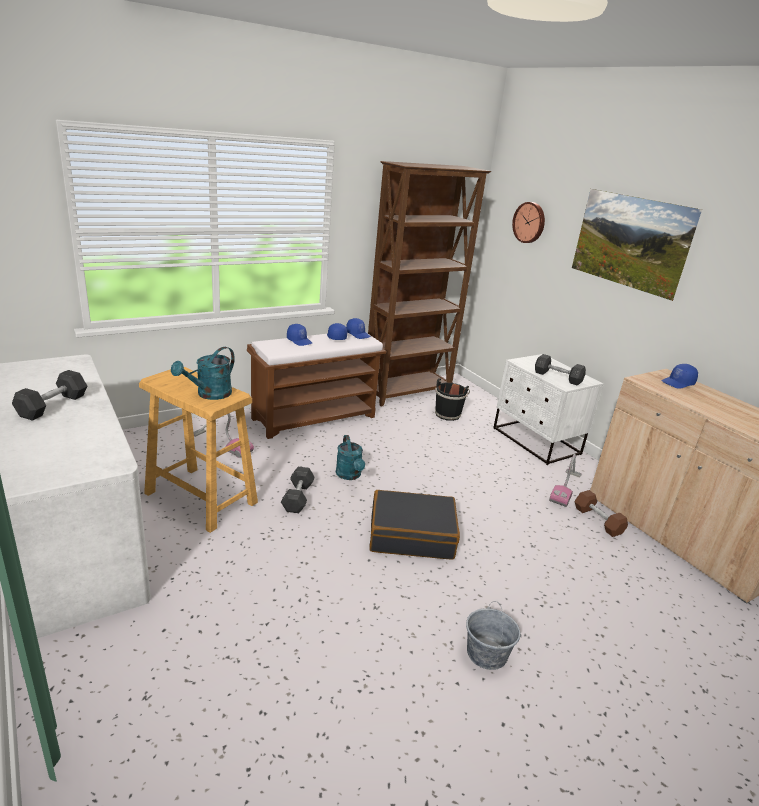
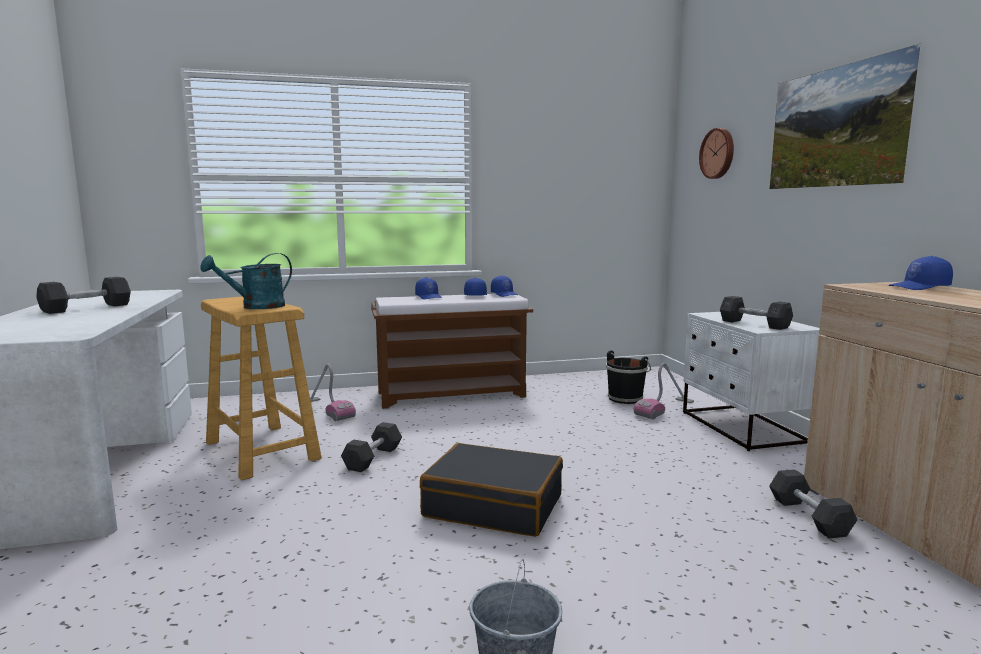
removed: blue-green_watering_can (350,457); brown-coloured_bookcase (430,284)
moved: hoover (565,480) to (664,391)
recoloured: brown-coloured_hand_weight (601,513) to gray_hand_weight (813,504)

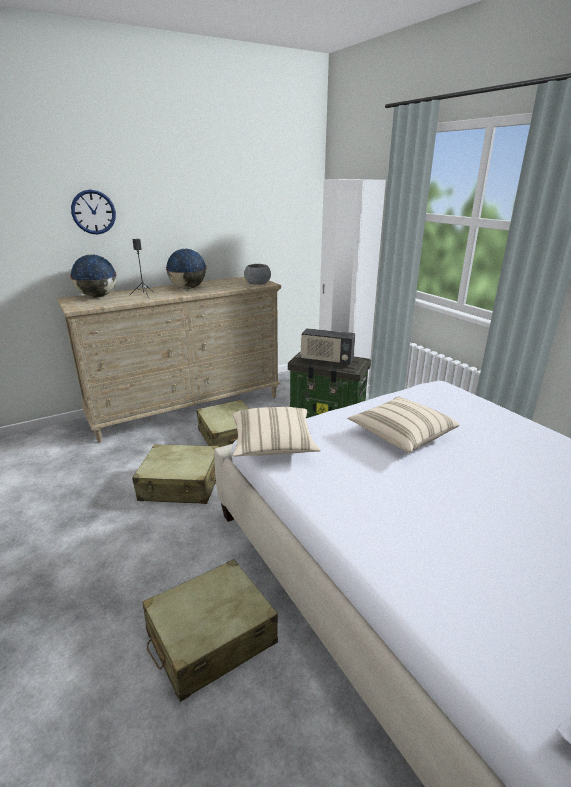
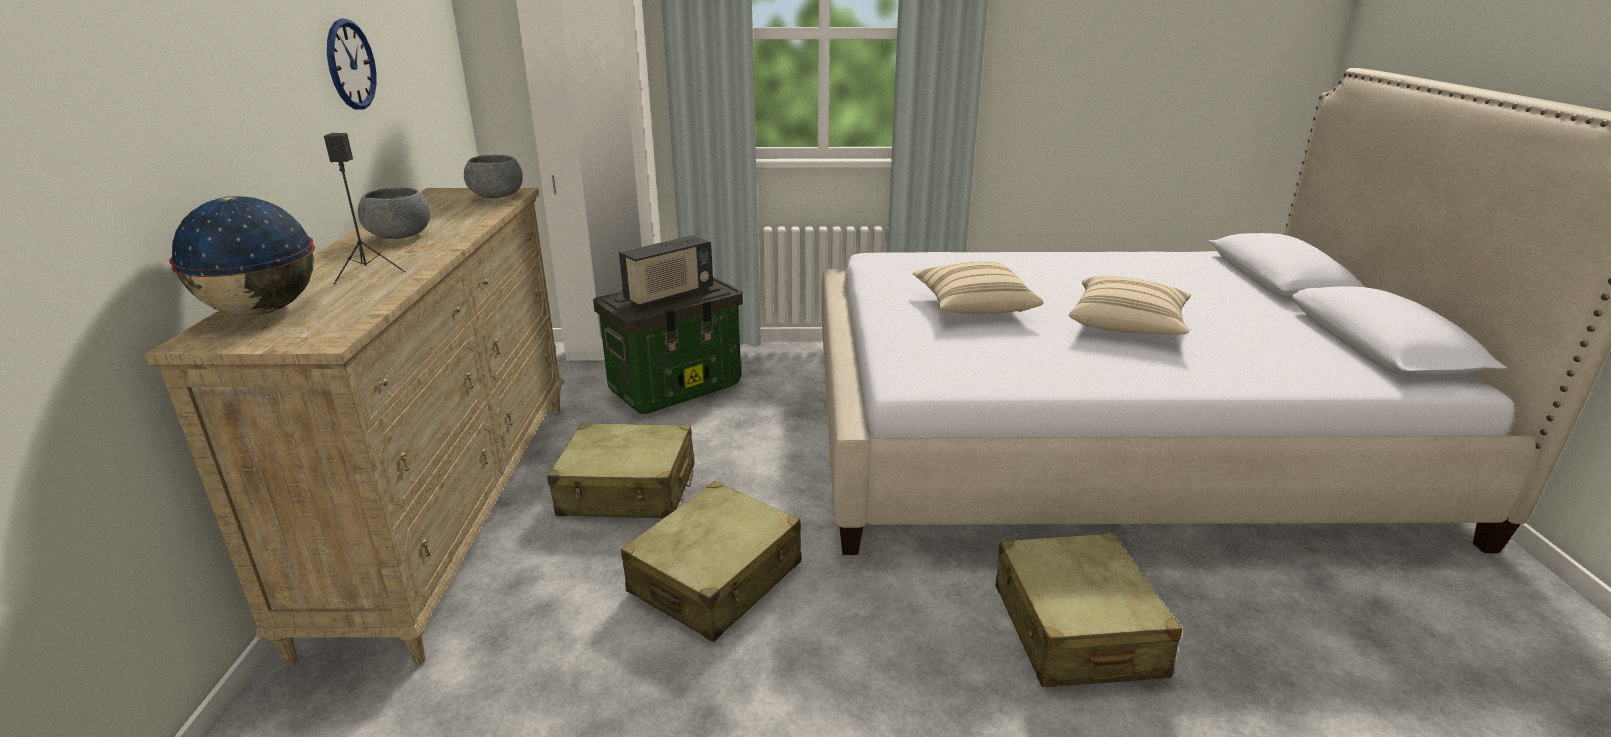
moved: hanging_clock (93,212) to (351,64); sand-coloured_cushion (276,432) to (1130,305)
replaced: world_globe (186,269) to gray_deep_dish (394,213)

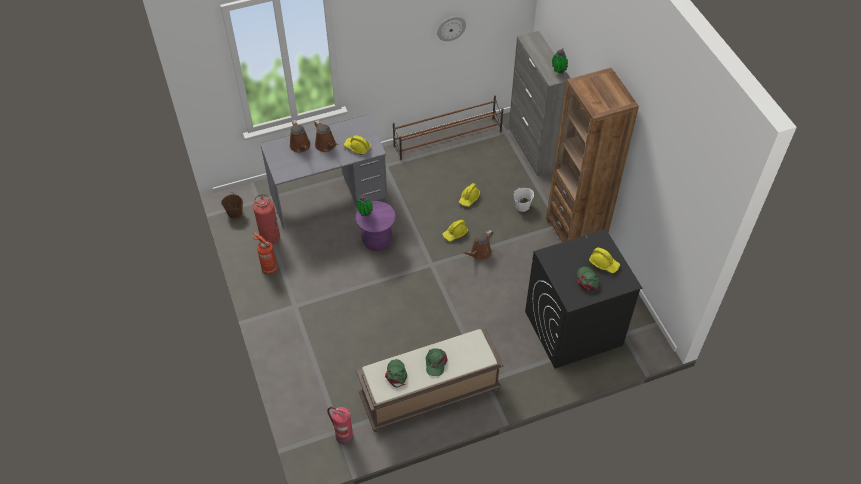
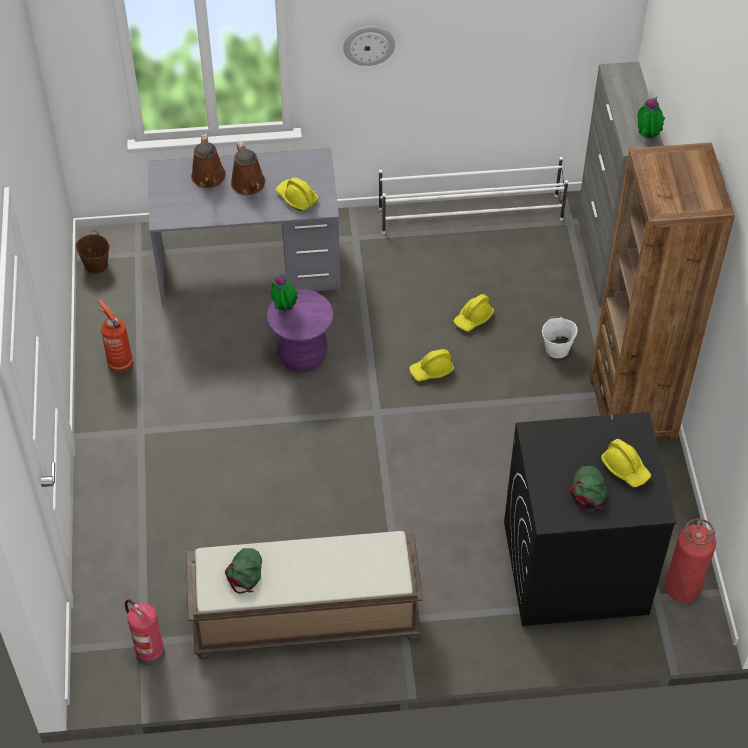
removed: greenish_baseball_cap (437,362); brown-coloured_watering_can (477,245)
moved: fire_extinguisher (266,219) to (690,560); hanging_clock (451,28) to (369,46)
recoloured: brown-coloured_shoe_stand (448,127) to white_shoe_stand (473,195)

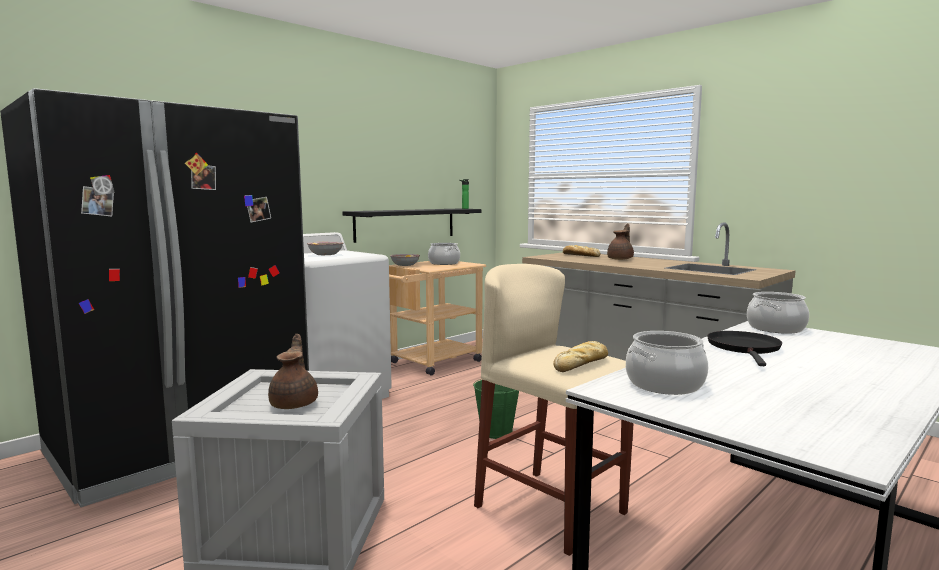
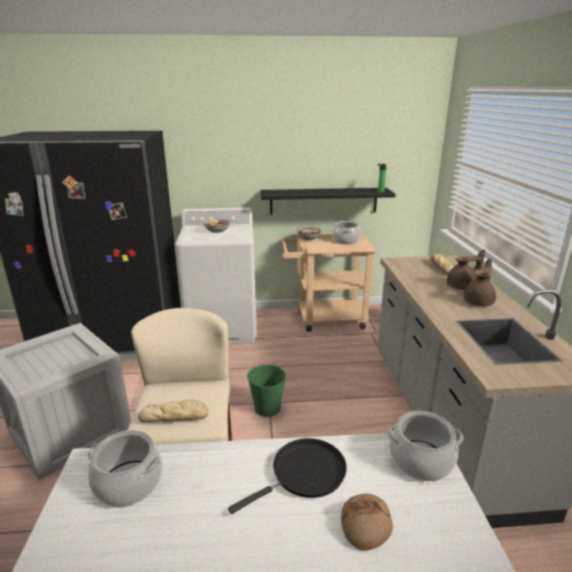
added: baked_bread (367,521)
moved: brown-coloured_tea_pot (293,371) to (479,282)

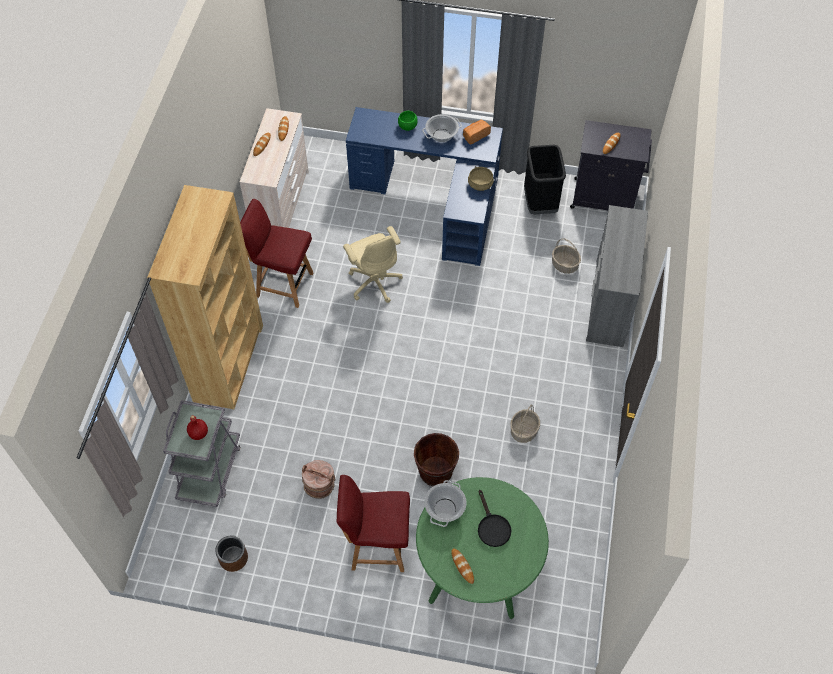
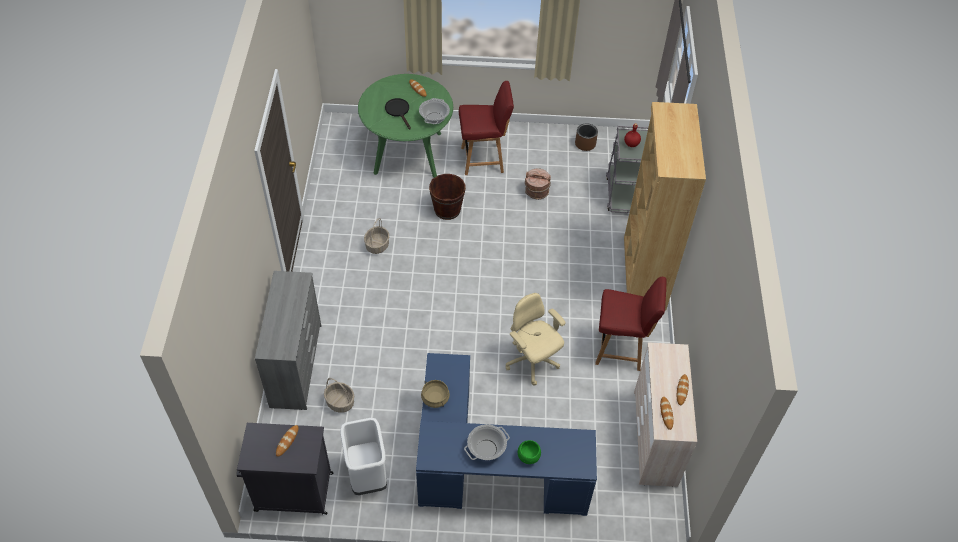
removed: baked_bread (477,132)
recoloured: blackish_rubbish_bin (545,180) to white_rubbish_bin (363,456)

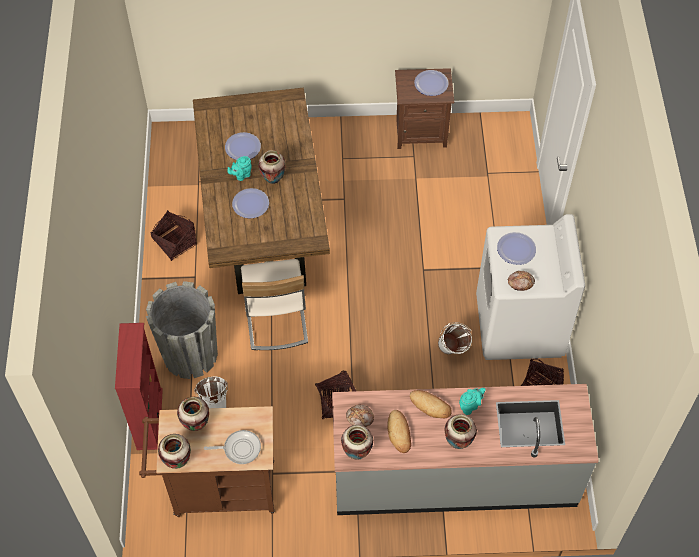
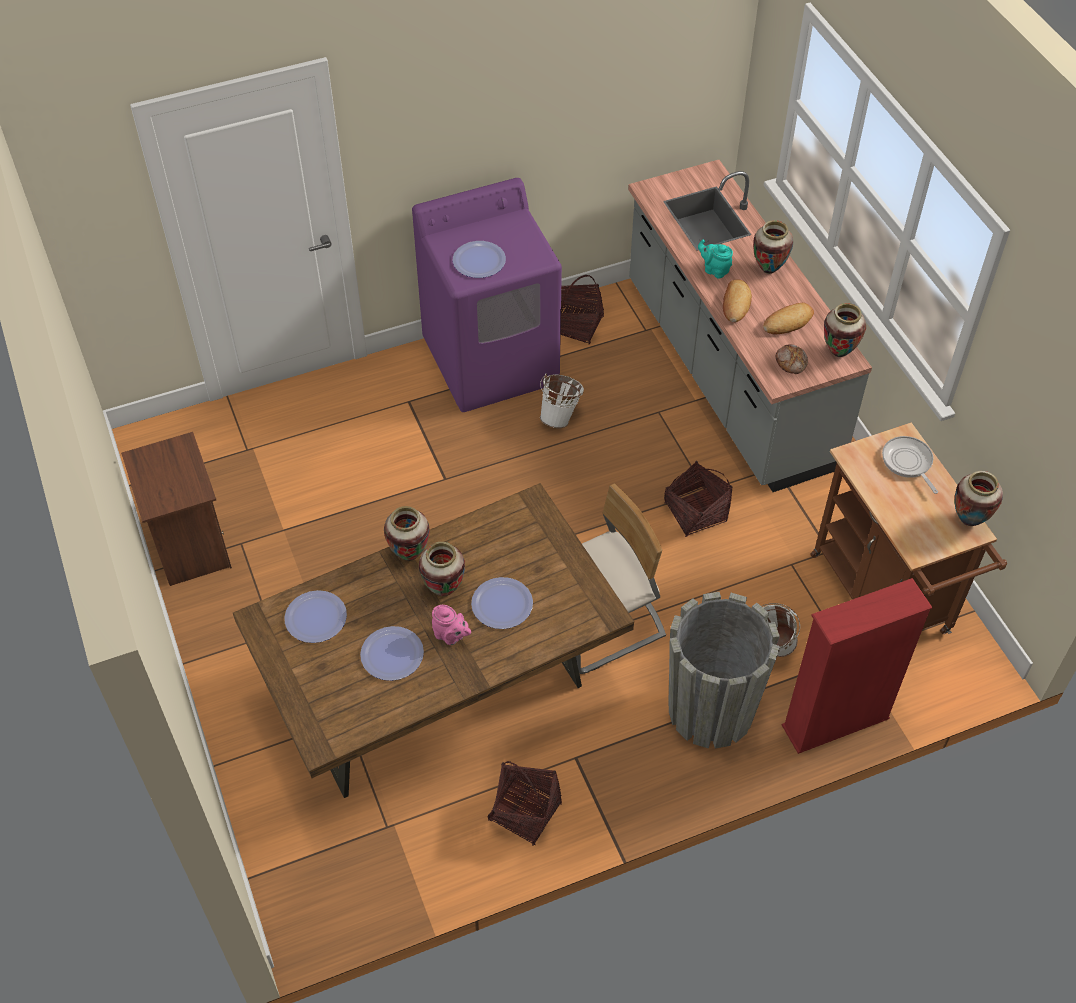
removed: baked_bread (521,281)
moved: flower_vase (193,414) to (407,533); plate (431,83) to (315,616)
recoloured: blue-green_tea_pot (240,168) to pinkish_tea_pot (451,625); white_laundry_appliance (530,287) to purple_laundry_appliance (487,295)

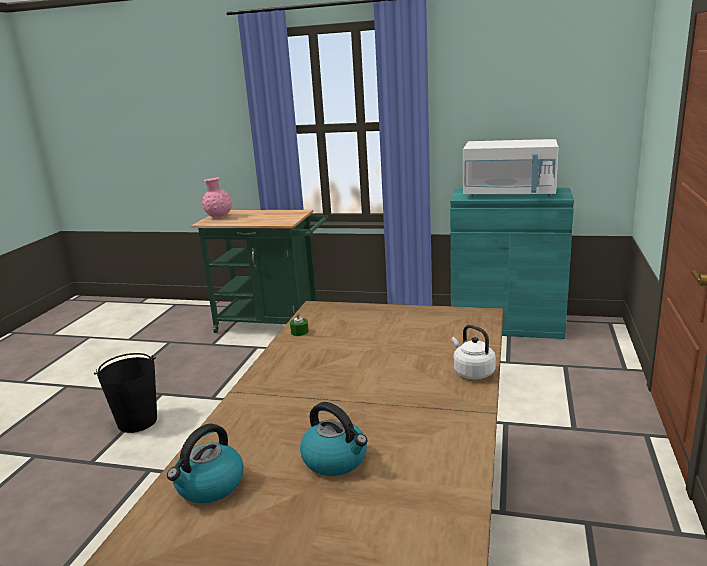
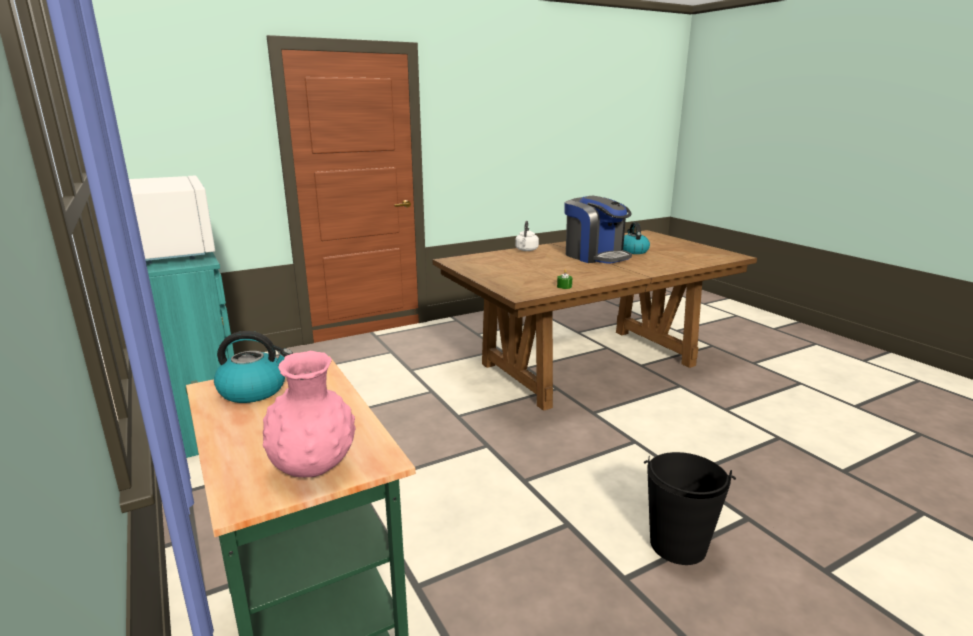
added: coffee_machine (598,230)
moved: tea_kettle (205,463) to (253,367)

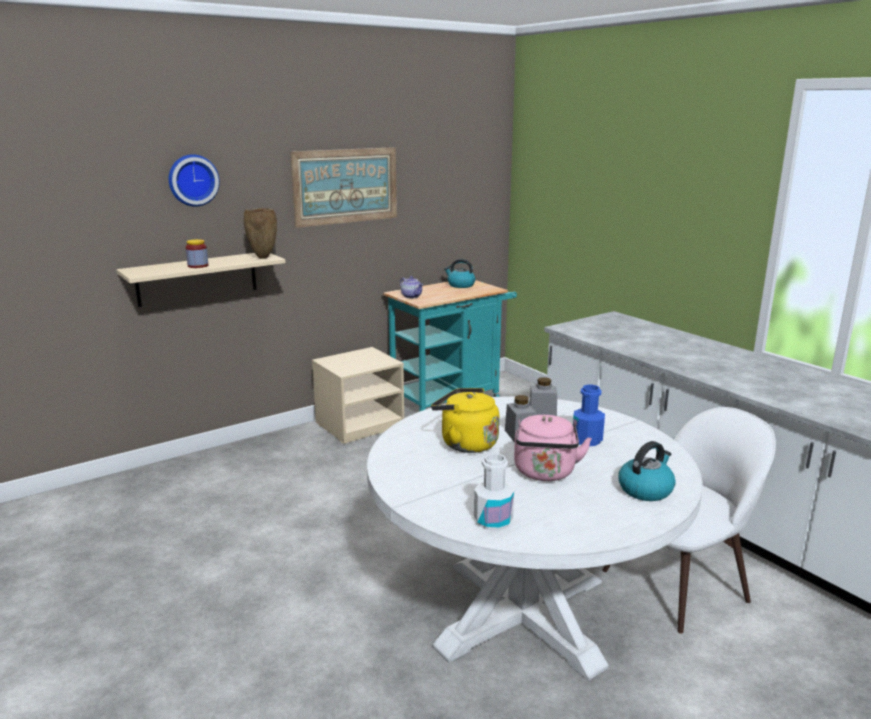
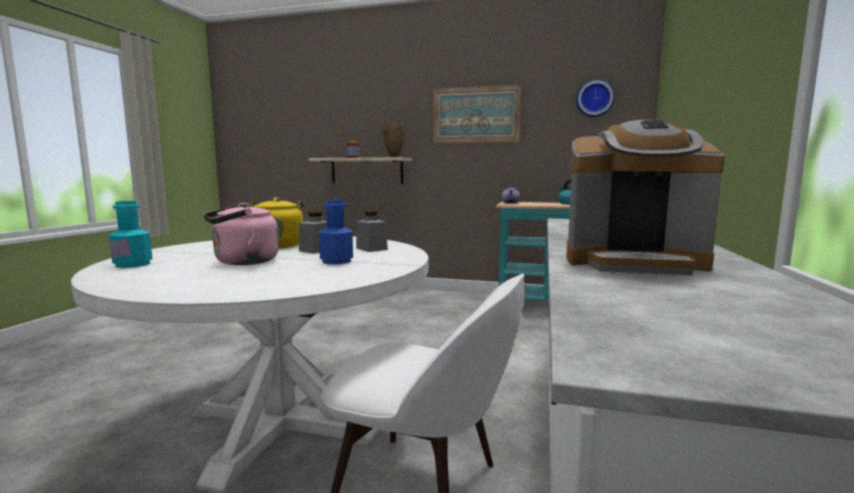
removed: sand-coloured_night_table (358,395); tea_kettle (647,471)
added: coffee_machine (645,197)
moved: hanging_clock (194,180) to (595,98)
recoloured: white_bottle (494,491) to blue-green_bottle (130,234)

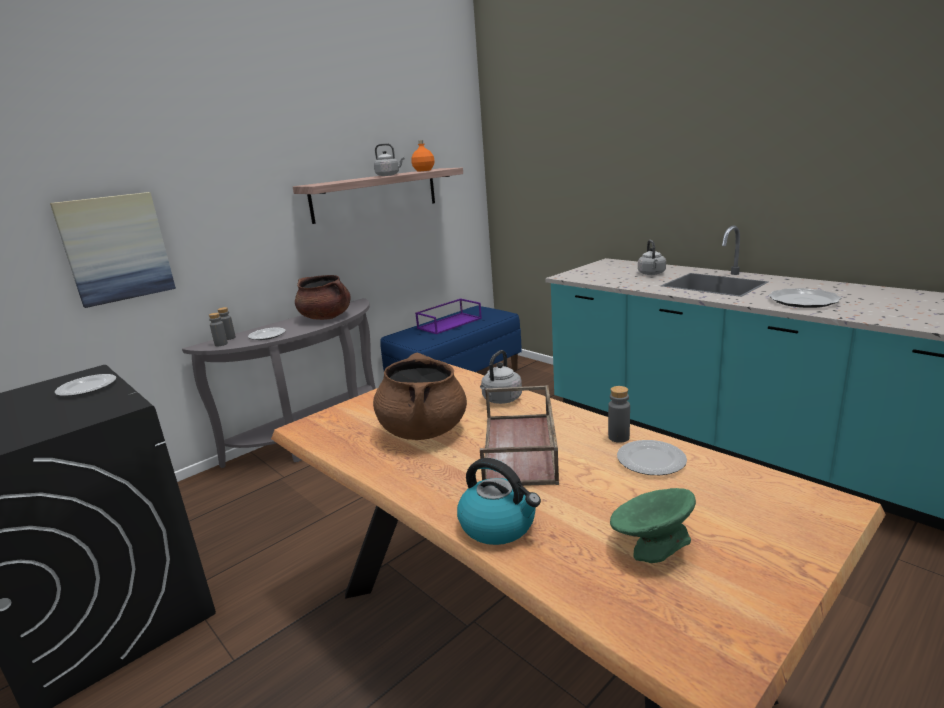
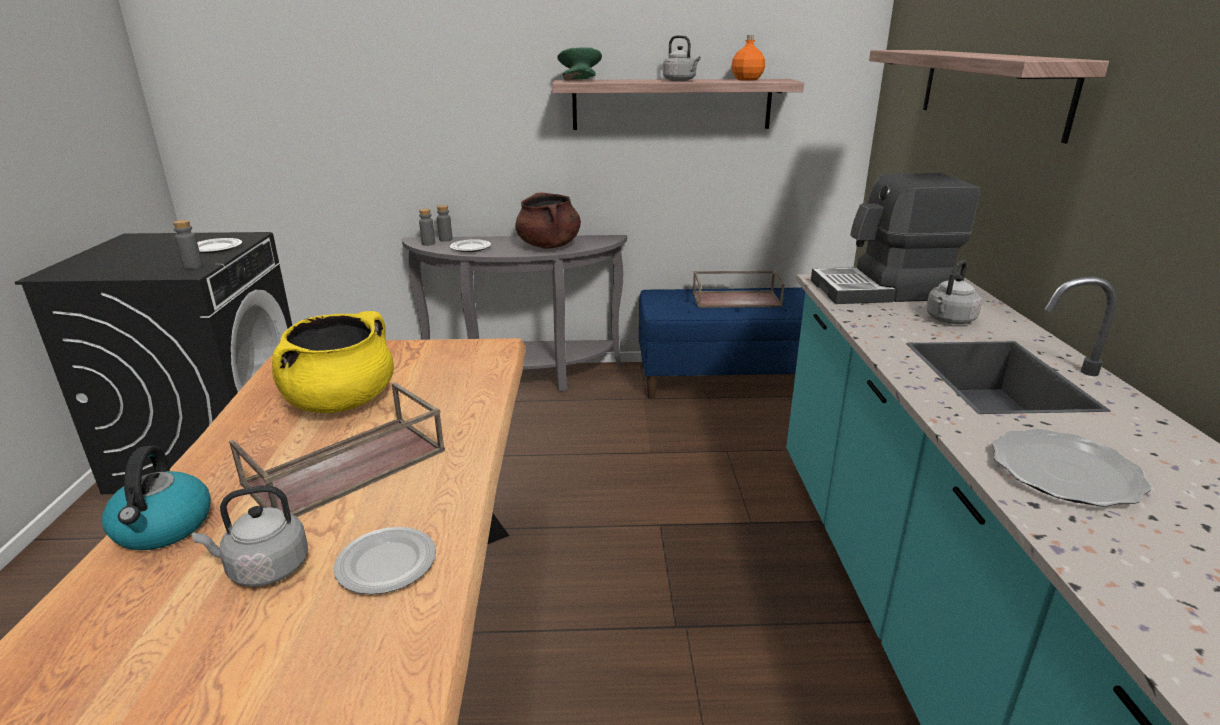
removed: wall_picture (113,250)
added: coffee_machine (895,238); bracket_shelf (989,96)
moved: gray_tea_kettle (501,377) to (250,536); gray_bottle (619,414) to (188,244); greenish_deep_dish (653,525) to (579,64)
recoloured: brown-coloured_cooking_pot (420,396) to yellow_cooking_pot (333,362); purple_carrying_tray (448,316) to brown-coloured_carrying_tray (738,289)

